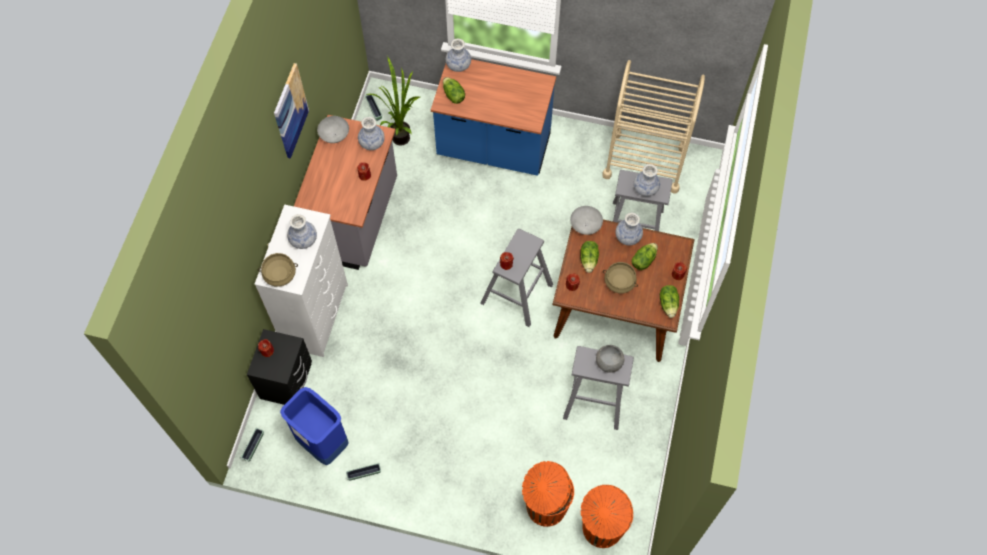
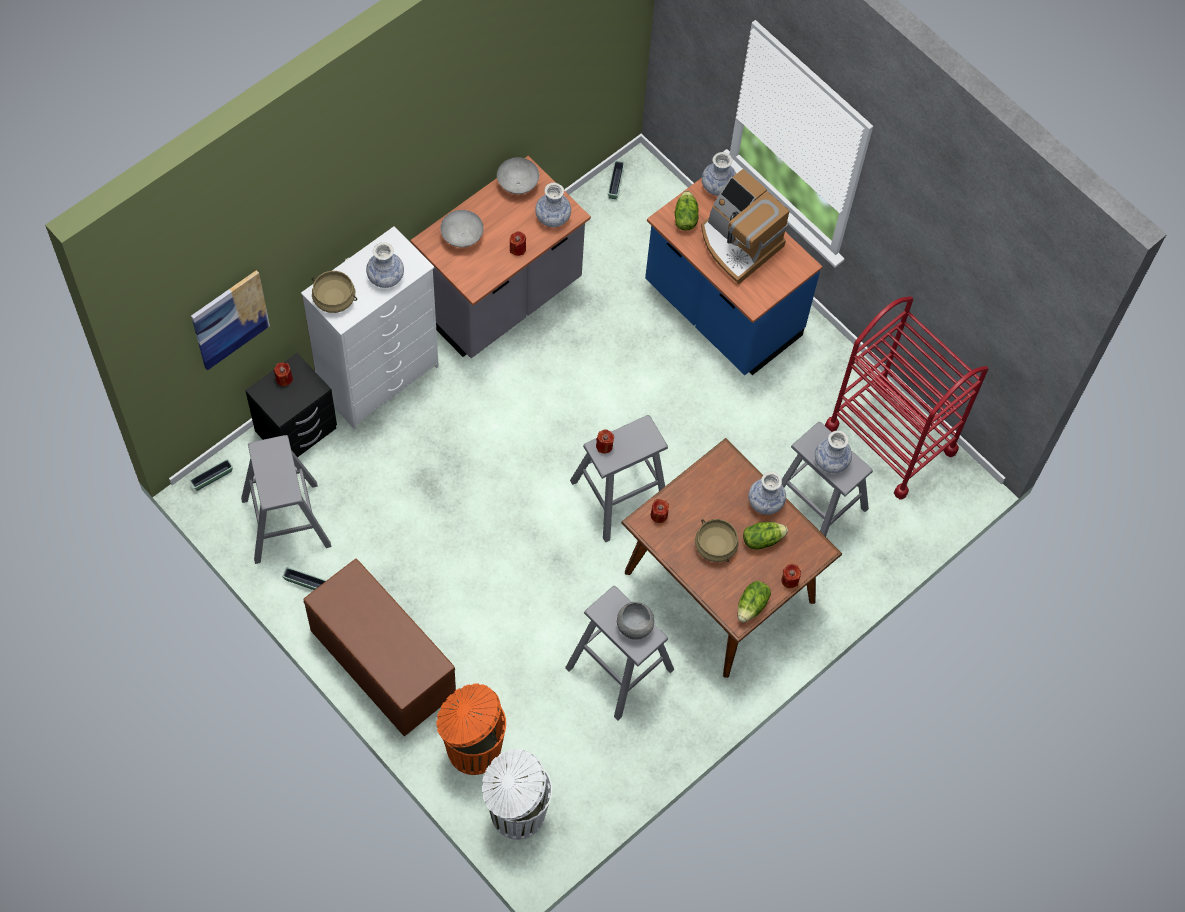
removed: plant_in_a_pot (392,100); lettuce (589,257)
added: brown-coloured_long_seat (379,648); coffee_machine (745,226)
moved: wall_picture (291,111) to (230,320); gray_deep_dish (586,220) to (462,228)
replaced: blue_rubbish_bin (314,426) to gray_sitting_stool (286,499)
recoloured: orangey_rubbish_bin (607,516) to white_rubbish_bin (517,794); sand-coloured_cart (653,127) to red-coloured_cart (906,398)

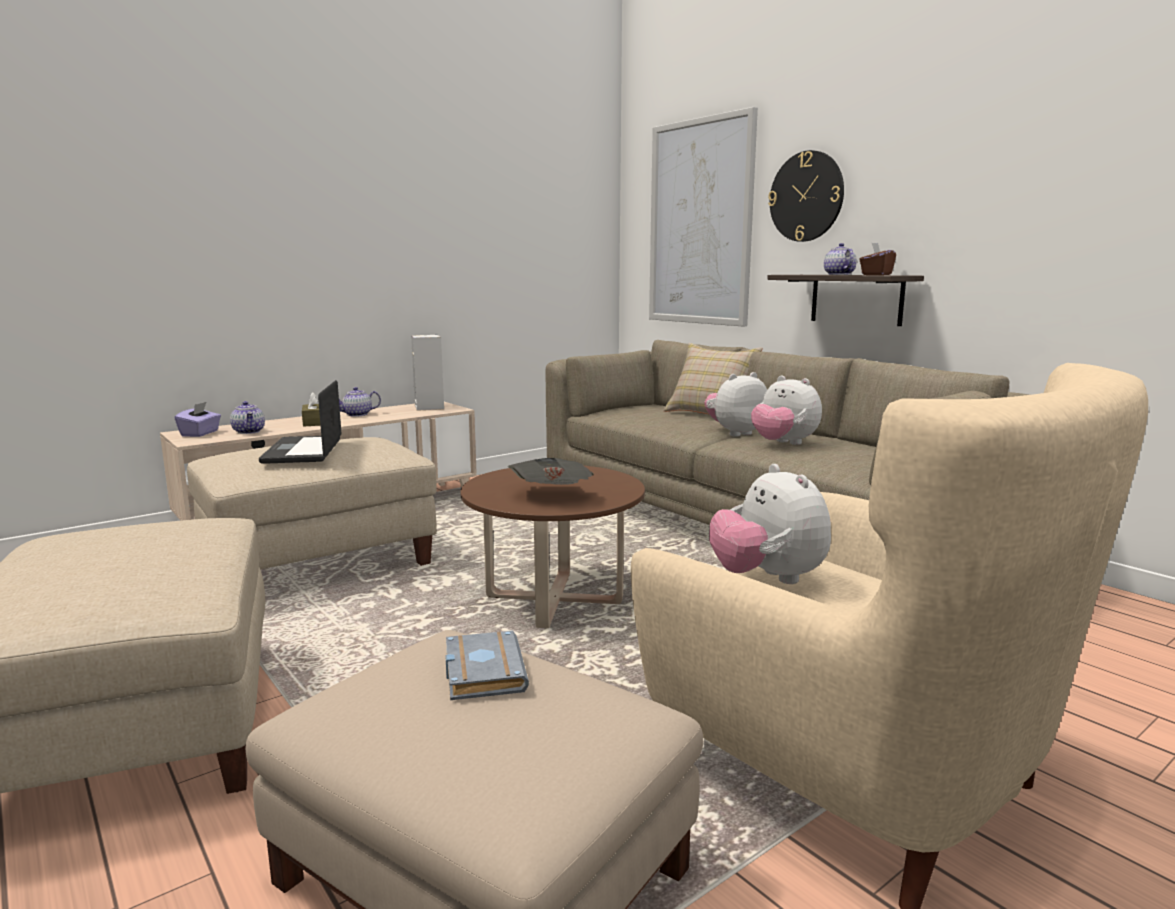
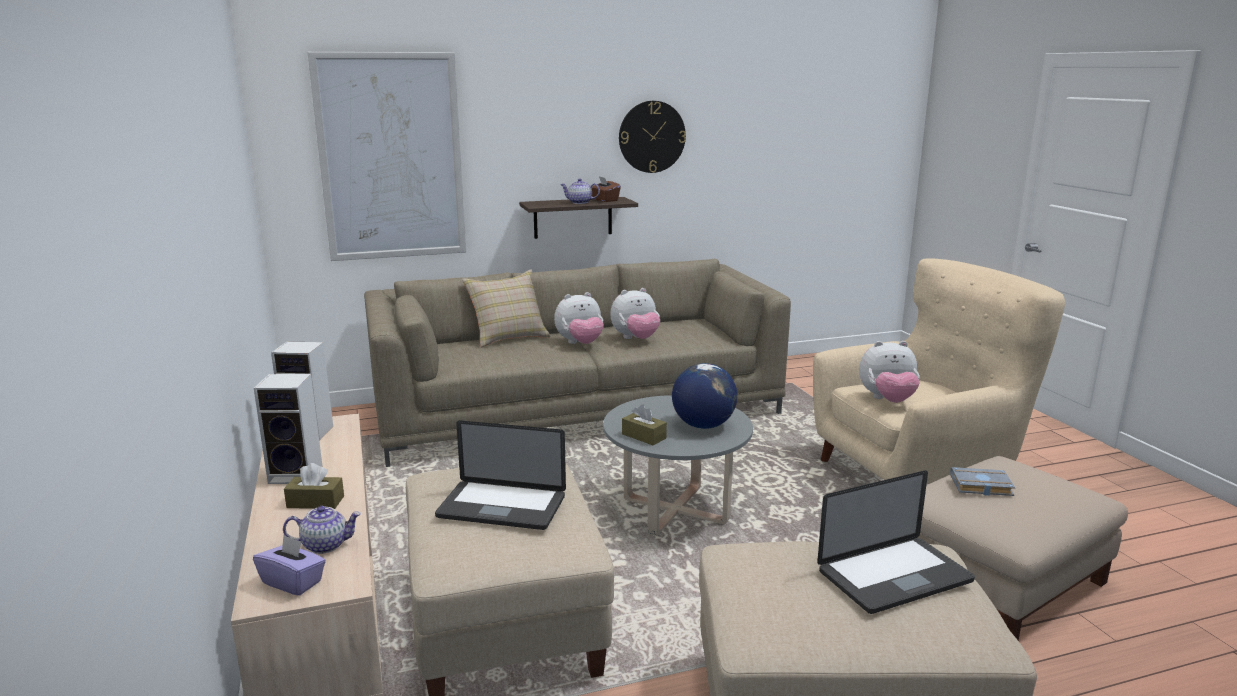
added: brown-coloured_tissue_holder (644,425); notebook_computer (896,542)
moved: hanging_clock (806,196) to (652,137)
replaced: tea_pot (360,402) to loudspeaker (288,429); daily_paper (551,471) to world_globe (704,396)
recoloured: brown-coloured_coffee_table (552,547) to gray_coffee_table (678,465)
turned: plush_toy (735,404) = (579,318) 105 degrees counterclockwise

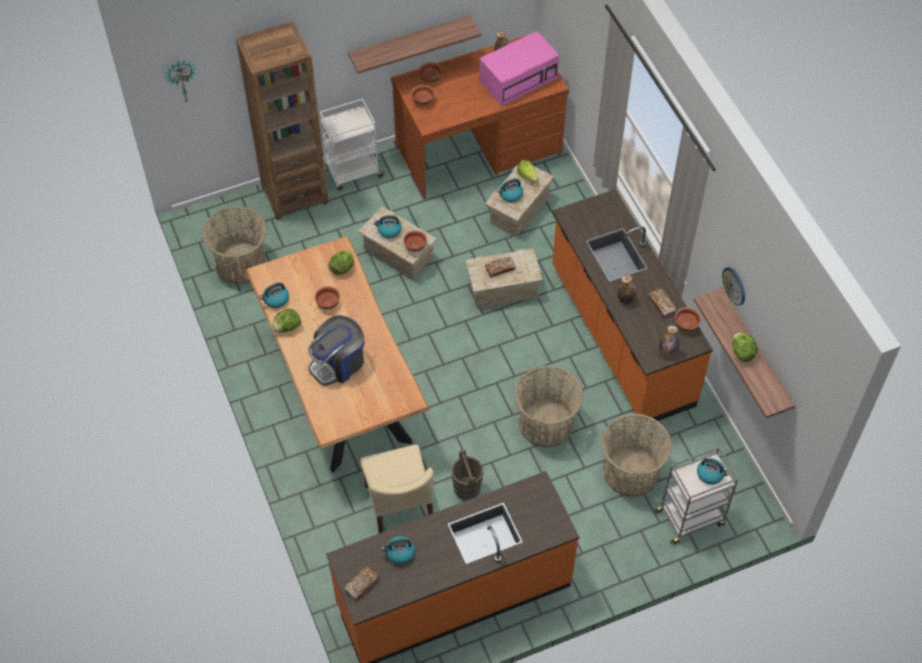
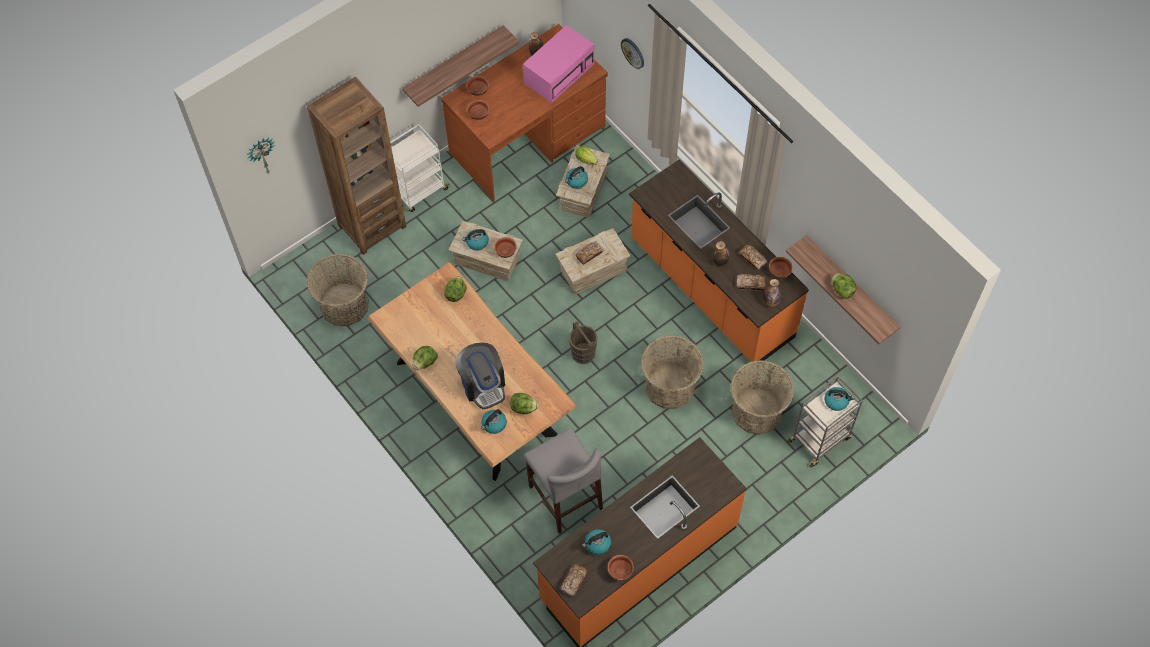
added: lettuce (524,403); baked_bread (751,282)
moved: tea_kettle (274,295) to (494,421); deep_dish (327,297) to (621,568); brown-coloured_bucket (467,474) to (583,342); hanging_clock (733,286) to (632,53)
replaced: sand-coloured_chair (397,489) to gray_sitting_stool (563,481)
turned: coffee_machine (336,350) = (480,376) 60 degrees counterclockwise

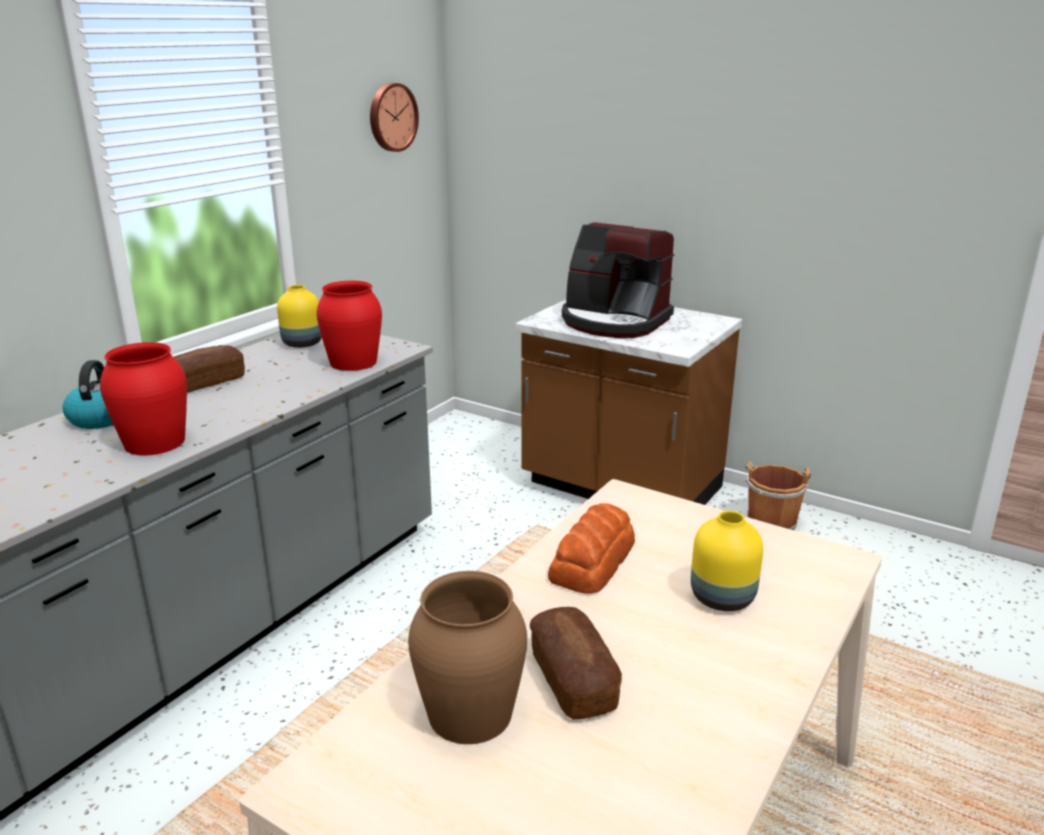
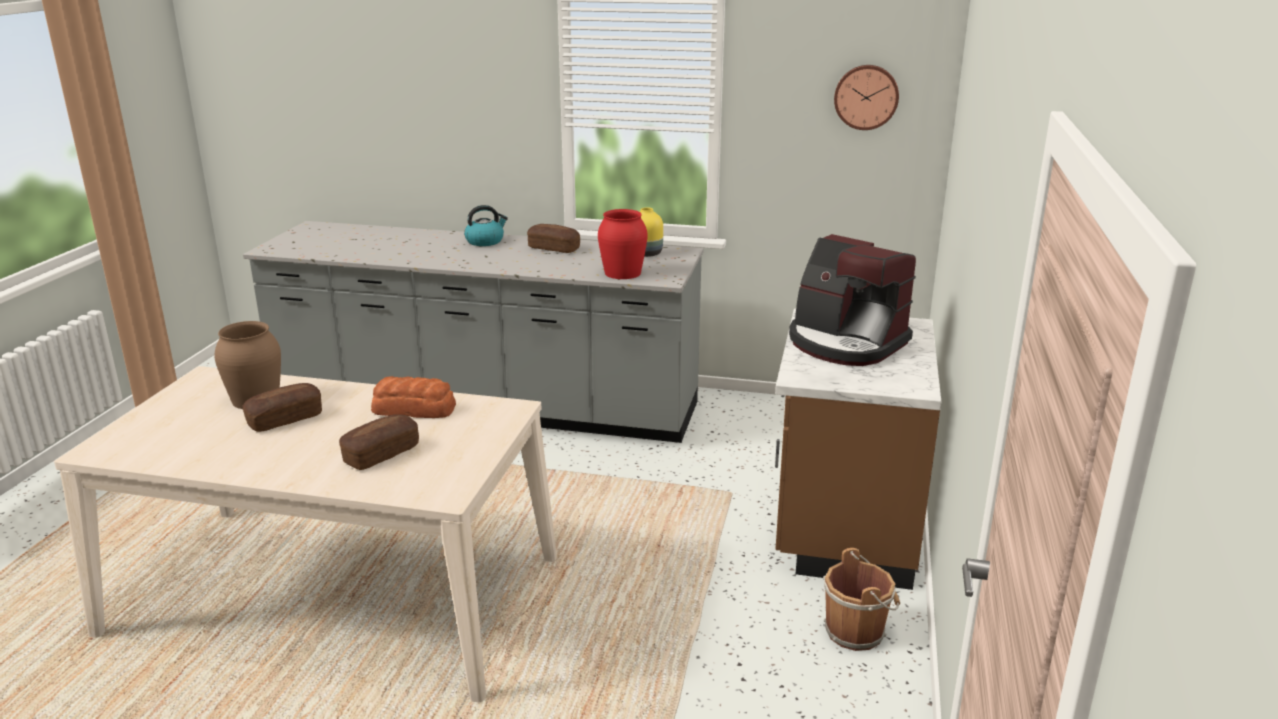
removed: red-coloured_flower_vase (143,398)
replaced: yellow_flower_vase (727,561) to baked_bread (379,442)
turned: coffee_machine (618,280) = (852,300) 60 degrees counterclockwise

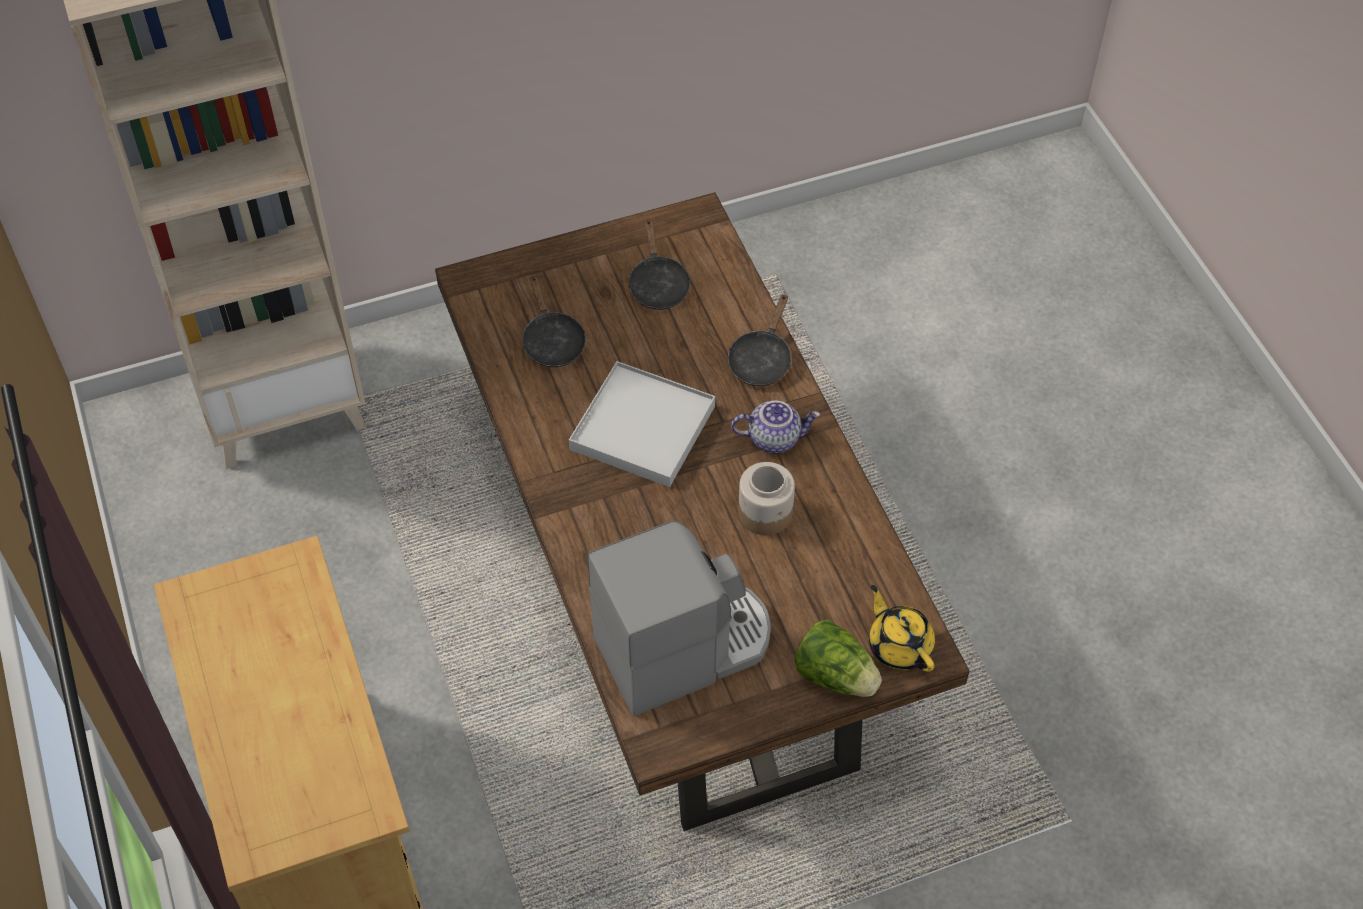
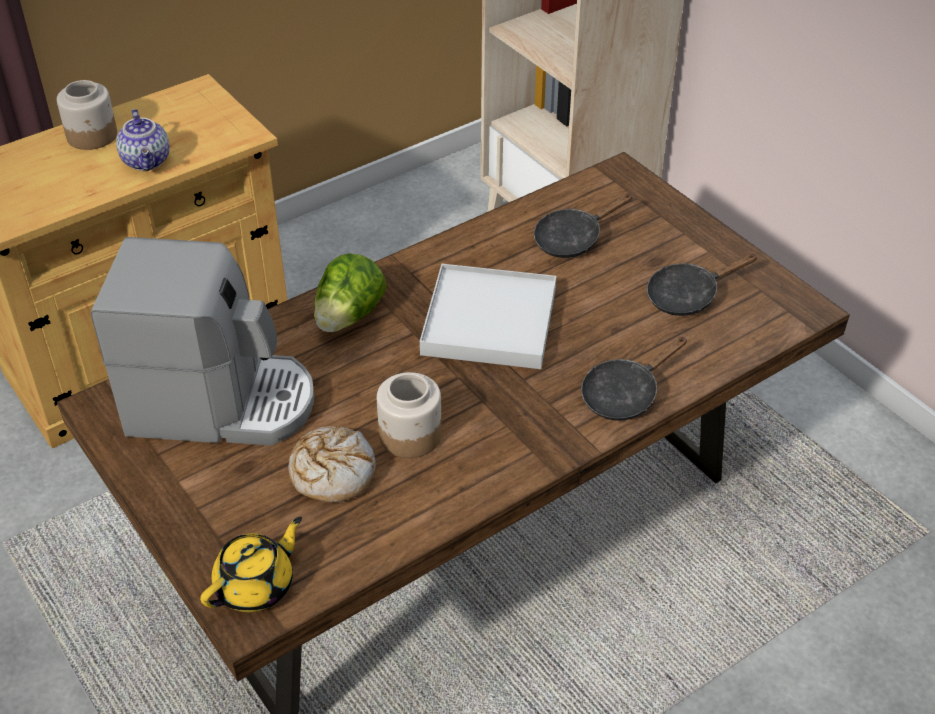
added: storage_jar (87,115); baked_bread (332,464)
moved: tea_pot (775,426) to (143,140); lettuce (838,658) to (350,292)
turned: coffee_machine (679,618) = (202,341) 45 degrees counterclockwise; blackish_skillet (759,340) = (634,379) 45 degrees counterclockwise

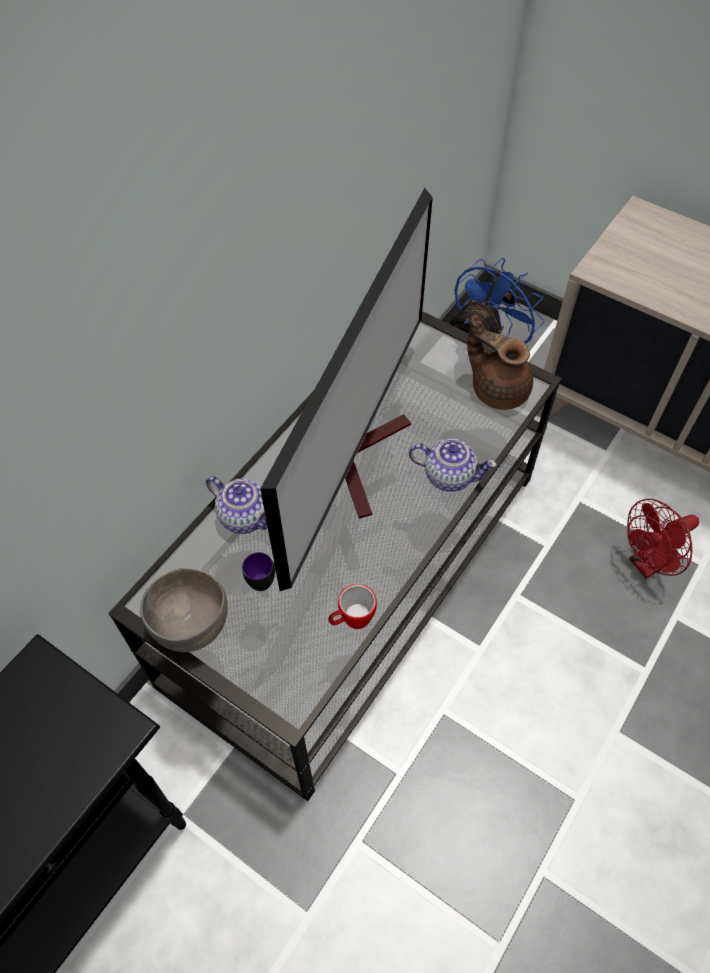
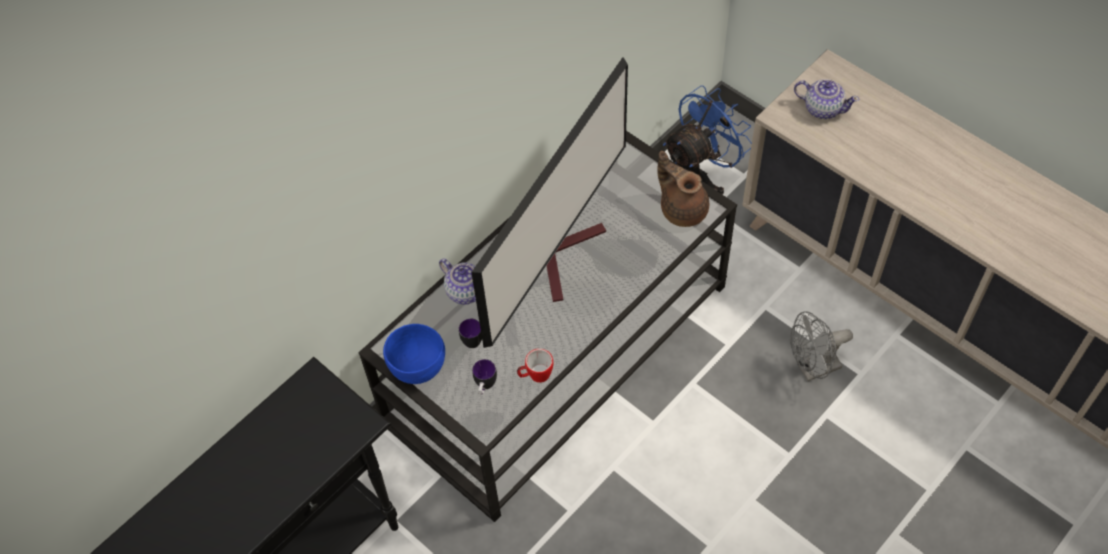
added: coffee_mug (484,376)
moved: tea_pot (453,465) to (826,99)
recoloured: gray_deep_dish (184,610) to blue_deep_dish (414,354); red-coloured_cooling_fan (663,539) to gray_cooling_fan (821,346)

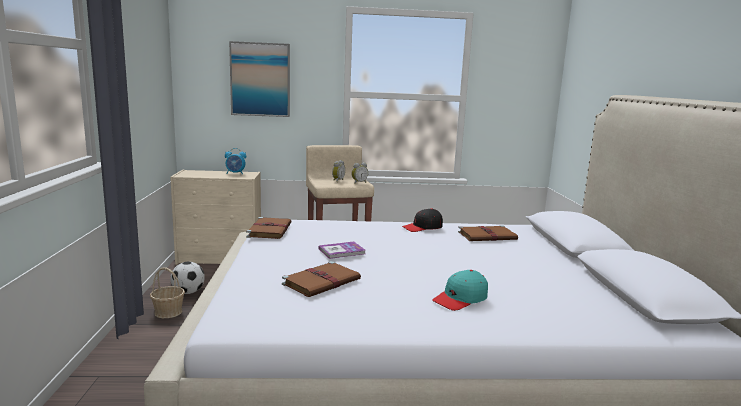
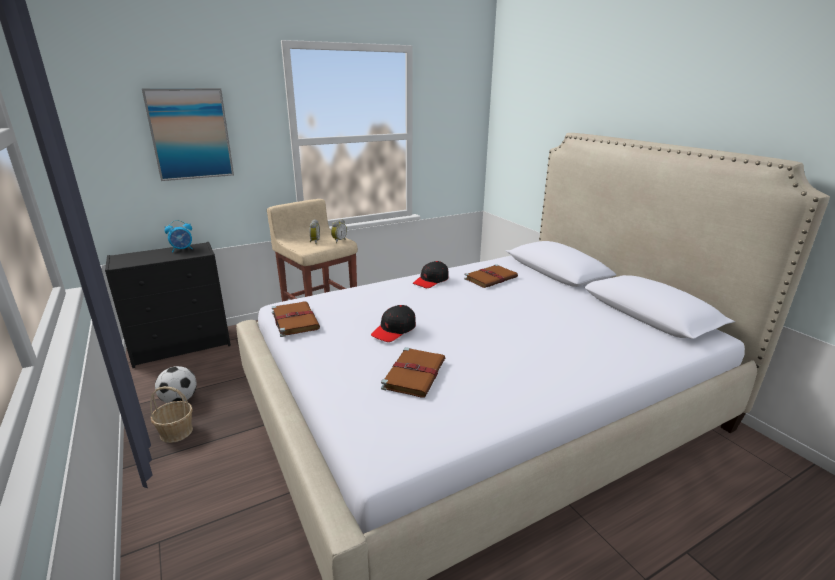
removed: blue-green_baseball_cap (460,290)
replaced: book (342,250) to blackish_baseball_cap (393,323)
recoloured: sand-coloured_drawer_chest (215,217) to blackish_drawer_chest (168,305)

